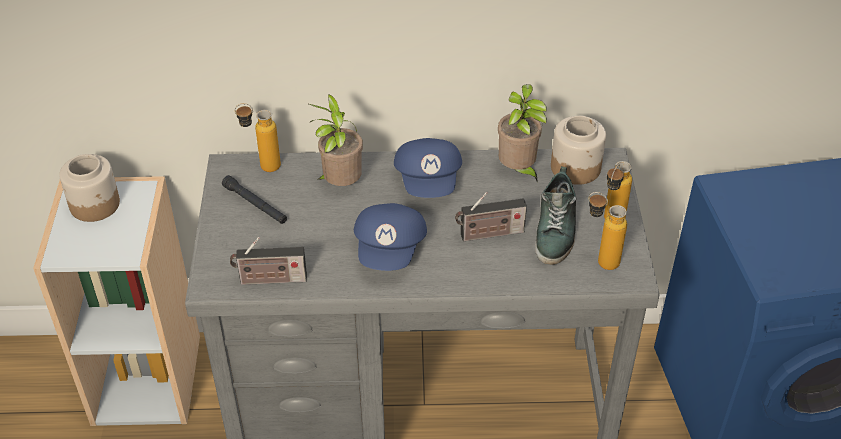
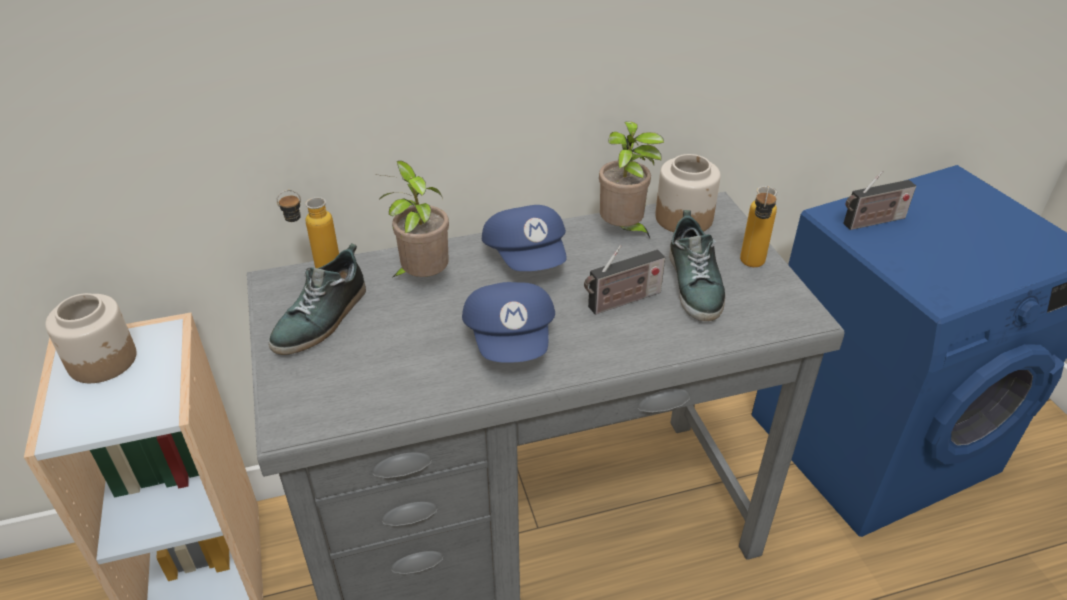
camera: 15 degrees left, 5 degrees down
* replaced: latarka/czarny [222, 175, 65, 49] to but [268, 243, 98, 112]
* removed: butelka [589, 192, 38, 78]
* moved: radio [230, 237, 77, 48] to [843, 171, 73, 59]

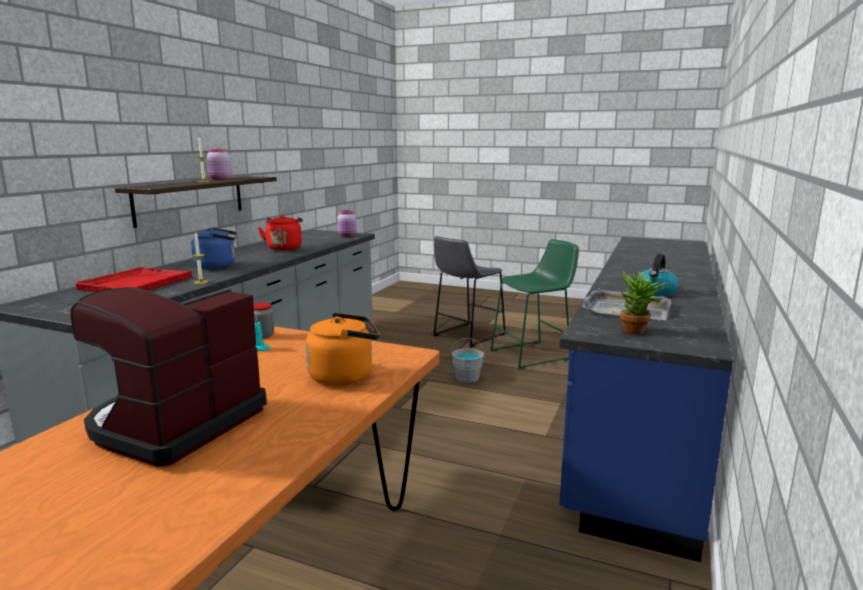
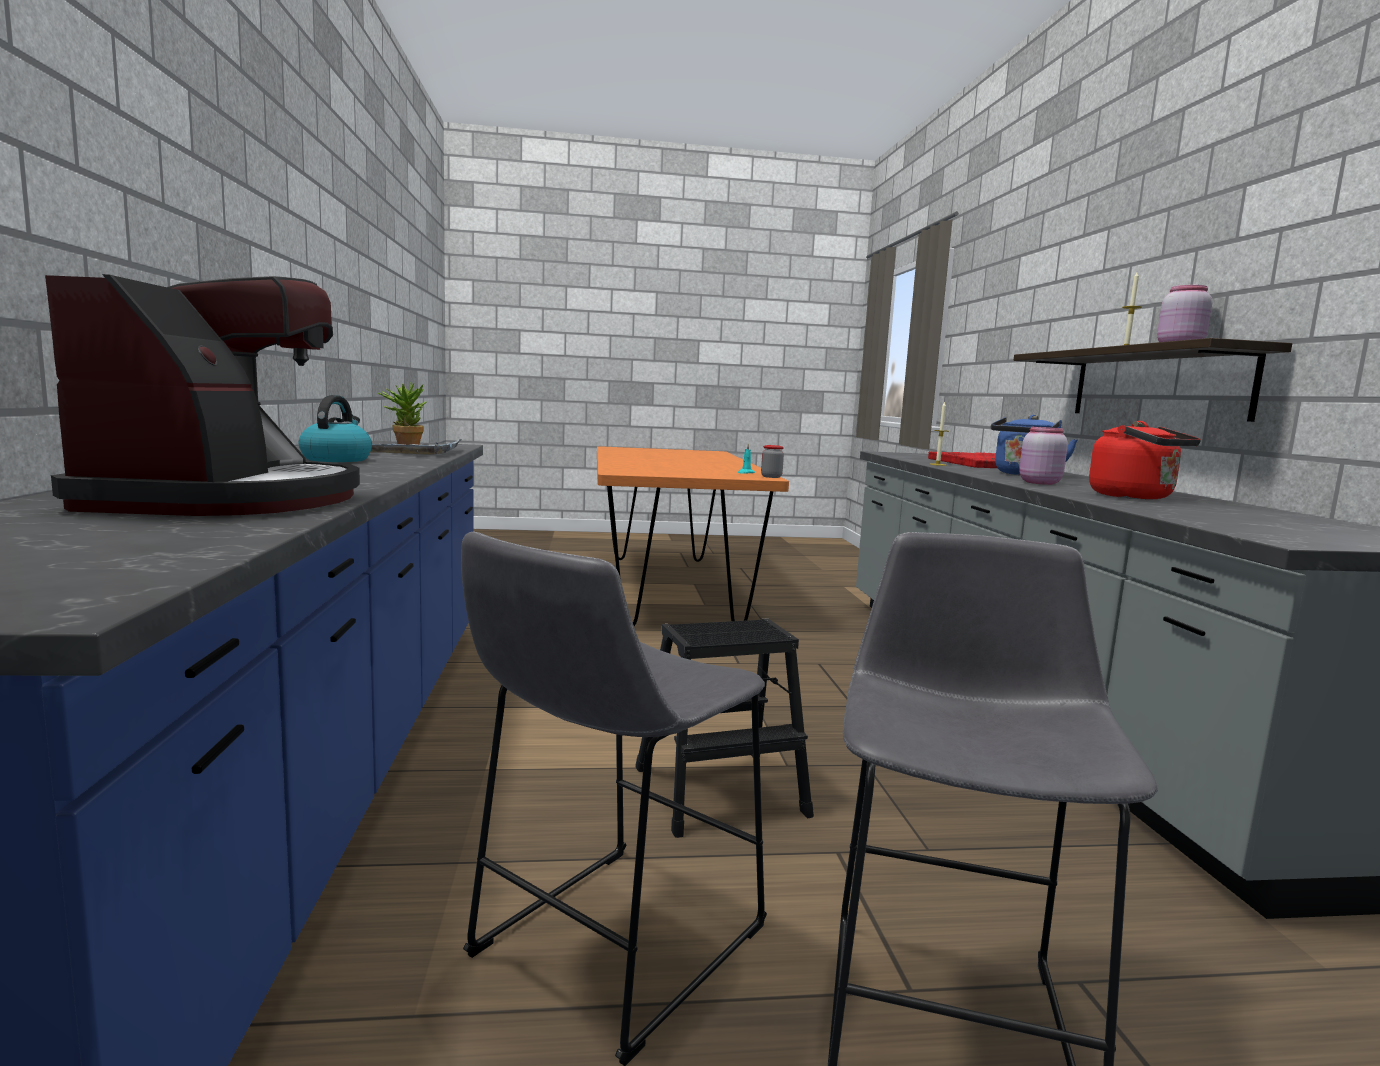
camera: 150 degrees right, 5 degrees down
* moved: słoik/różowy [338, 210, 18, 27] to [1019, 427, 49, 58]
* recoloured: stołek/zielony [490, 239, 89, 130] to stołek/szary [461, 532, 306, 534]
* moved: ekspres do kawy [71, 287, 196, 180] to [45, 274, 315, 242]
* removed: czajnik/pomarańczowy [306, 313, 74, 73]
* replaced: wiadro/szary [451, 338, 34, 45] to drabinka/czarny [635, 618, 179, 220]

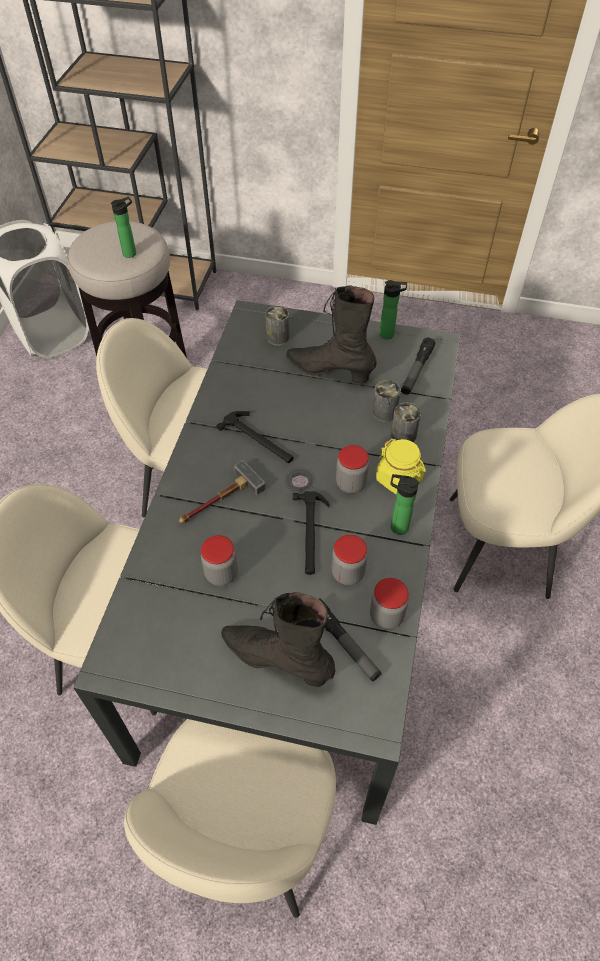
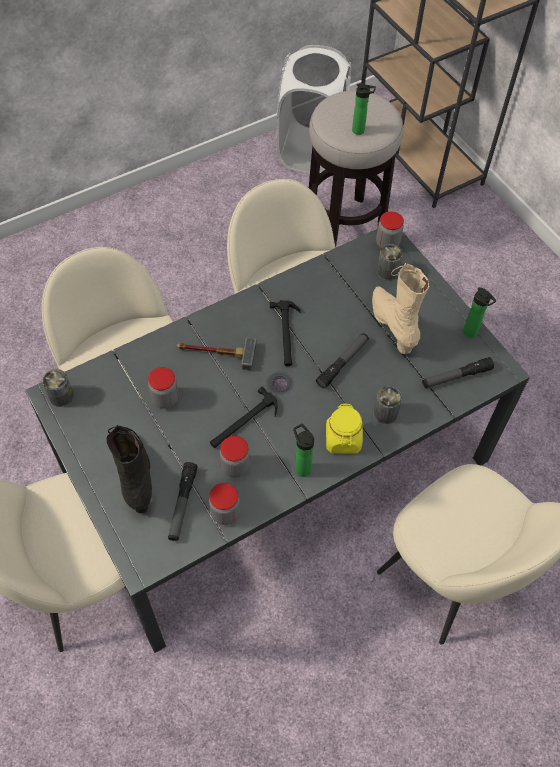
camera: 45 degrees right, 5 degrees up
* recoloured: but z cholewką/czarny [286, 286, 90, 98] to but z cholewką/beżowy [372, 263, 57, 91]
* moved: puszka [372, 380, 29, 42] to [42, 369, 32, 38]
* moved: słoik [336, 445, 33, 48] to [376, 211, 28, 37]
* added: latarka [316, 333, 53, 56]

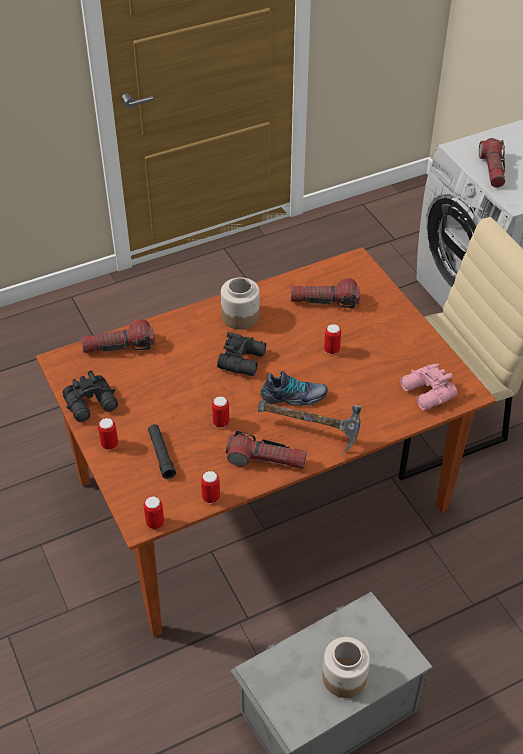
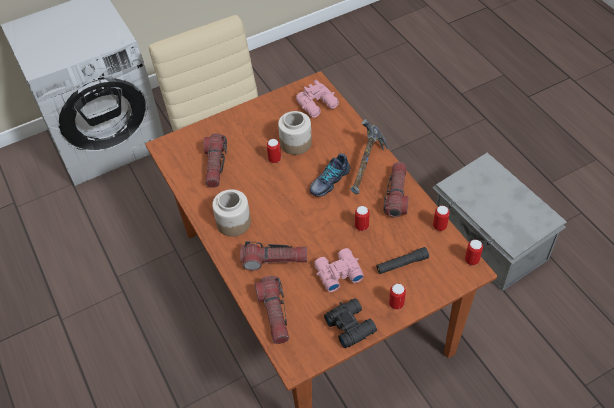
camera: 90 degrees left, 5 degrees up
* moved: latarka [479, 138, 26, 50] to [240, 241, 67, 30]
* removed: lornetka/czarny [217, 332, 49, 44]
* turned: but [260, 371, 68, 35] = [310, 153, 40, 44] 135 degrees counterclockwise
* moved: słoik [322, 637, 48, 61] to [278, 111, 34, 44]
* added: lornetka/różowy [314, 248, 50, 44]

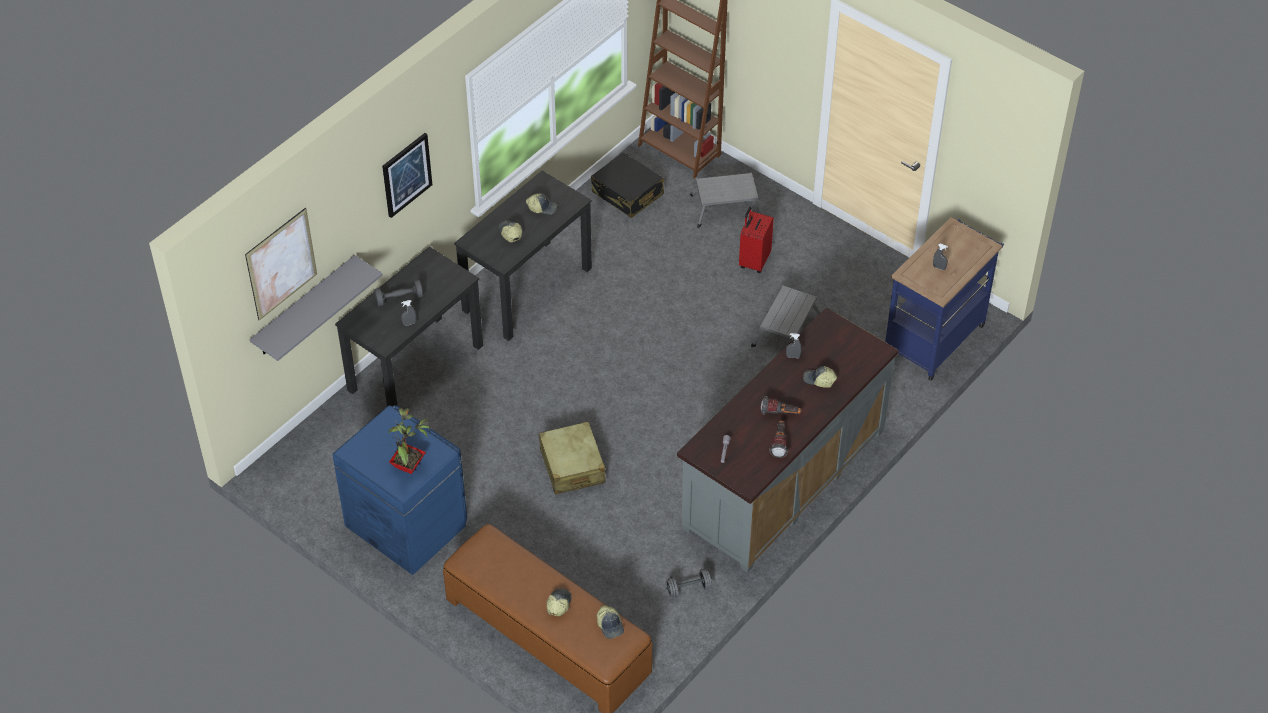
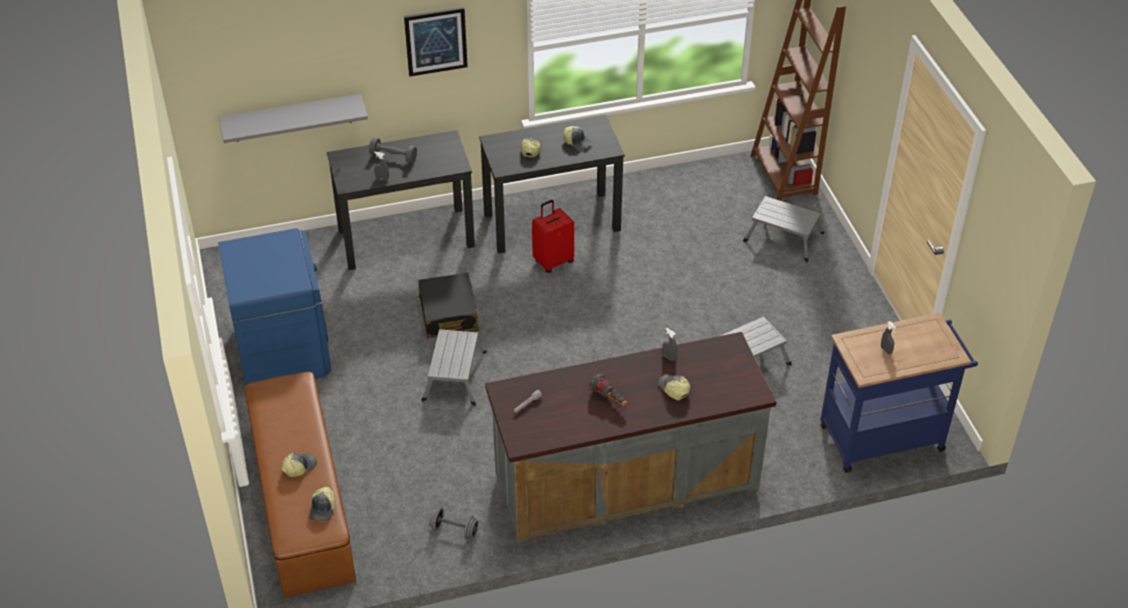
camera: 35 degrees right, 5 degrees down
* moved: walizka/czarny [591, 152, 73, 66] to [418, 273, 61, 66]
* moved: walizka/czerwony [739, 207, 35, 66] to [532, 200, 42, 73]
* removed: obraz [245, 208, 72, 113]
* removed: roślina doniczkowa [388, 408, 44, 66]
* removed: latarka [769, 421, 19, 37]
* replaced: walizka/beżowy [539, 422, 67, 72] to drabinka/szary [422, 329, 65, 77]

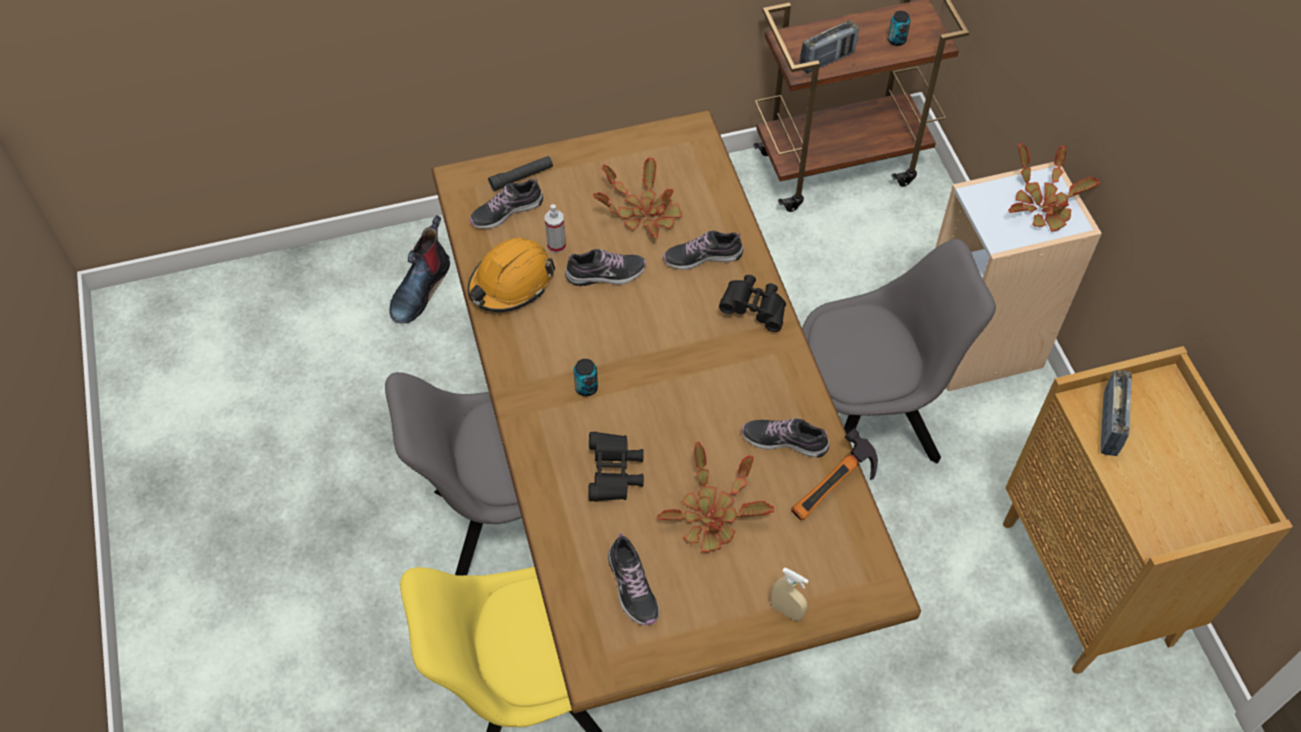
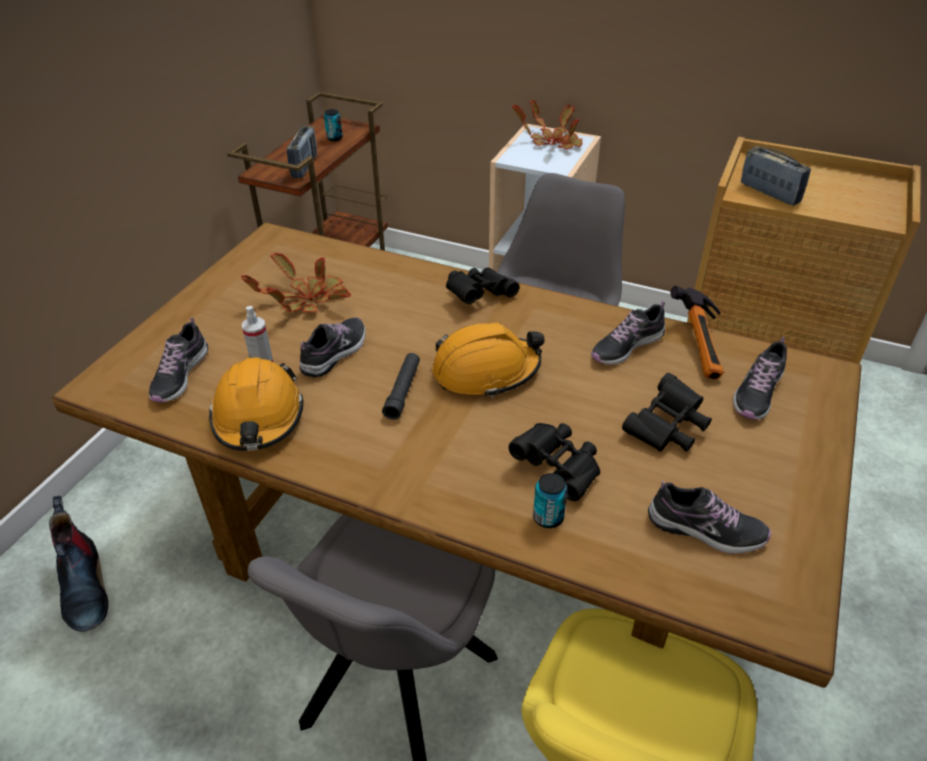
camera: 50 degrees left, 15 degrees down
* moved: latarka/czarny [488, 156, 65, 35] to [382, 353, 38, 67]
* moved: but [663, 231, 80, 39] to [733, 337, 54, 83]
* moved: puszka [574, 359, 24, 37] to [533, 473, 35, 55]
* replaced: roślina doniczkowa [657, 442, 117, 110] to lornetka/czarny [622, 373, 90, 79]
* removed: spryskiwacz/beżowy [771, 567, 38, 54]
* added: kask/pomarańczowy [432, 322, 113, 76]

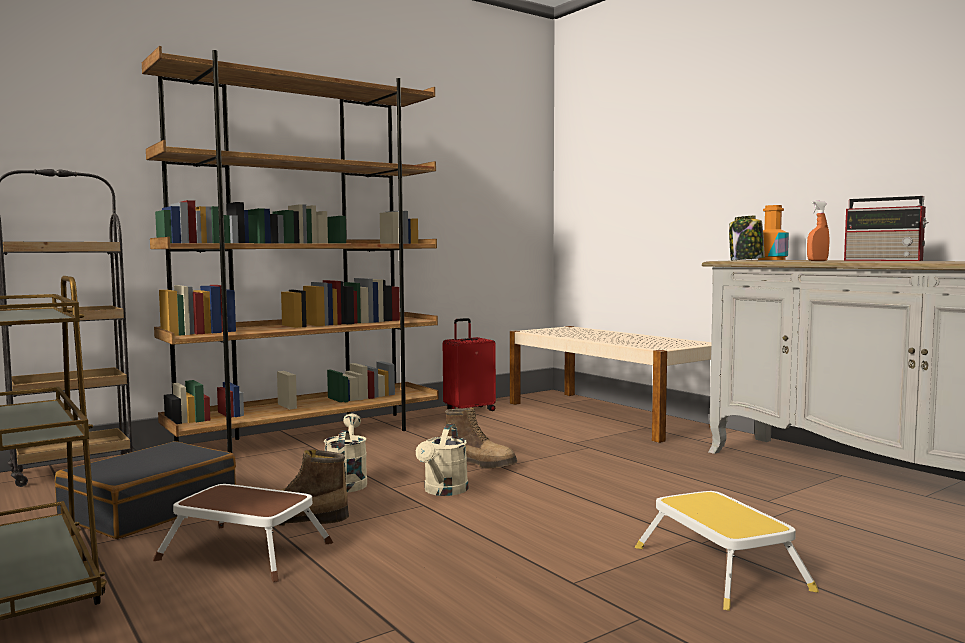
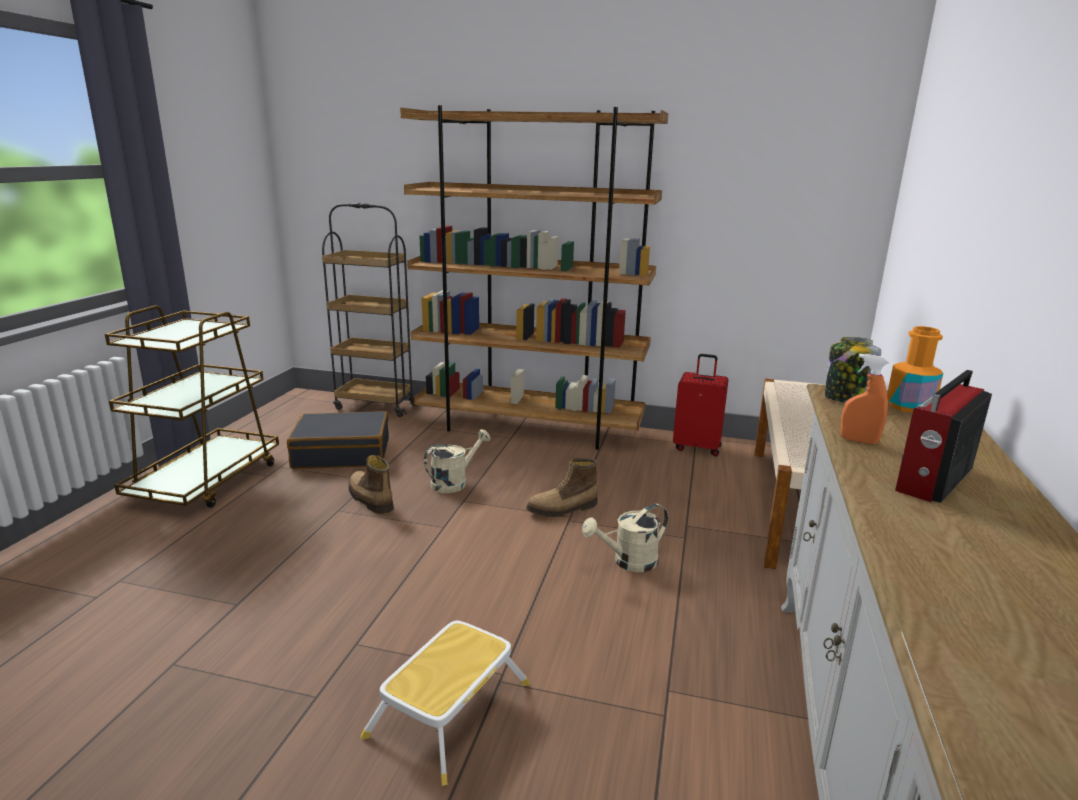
camera: 50 degrees right, 15 degrees up
* turned: radio [844, 196, 85, 65] = [895, 370, 97, 133] 45 degrees clockwise
* turned: but z cholewką [445, 408, 72, 60] = [526, 458, 72, 59] 75 degrees clockwise
* moved: konewka/beżowy [416, 424, 52, 72] to [582, 504, 86, 68]
* removed: drabinka/brązowy [153, 484, 180, 98]

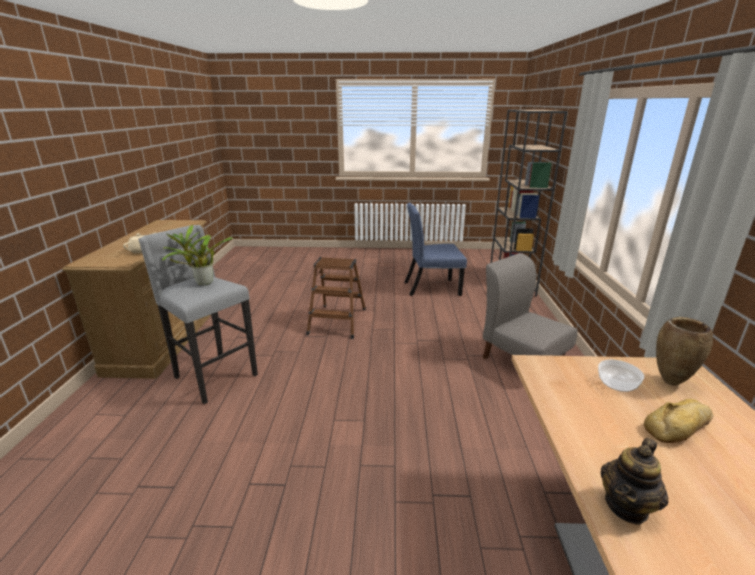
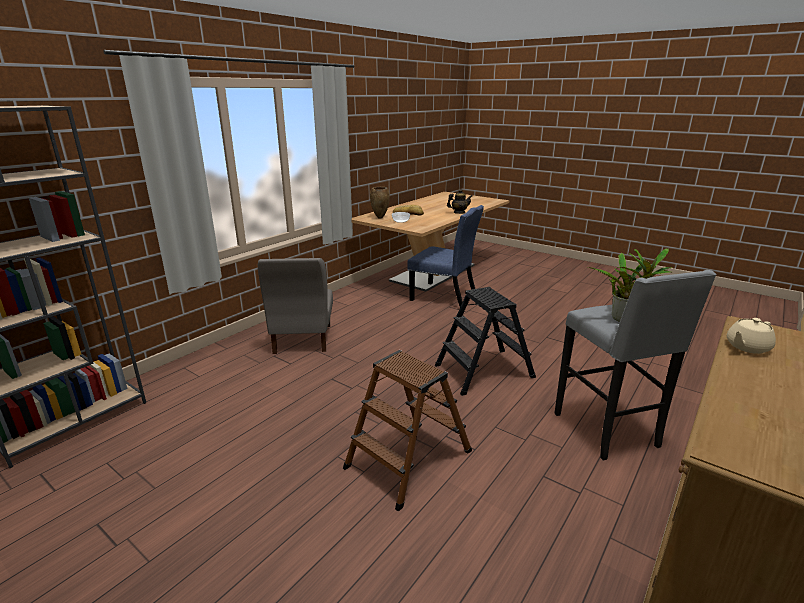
camera: 145 degrees left, 0 degrees up
* moved: krzesło/niebieski [404, 202, 63, 94] to [407, 205, 77, 102]
* added: drabinka/czarny [435, 287, 101, 109]

